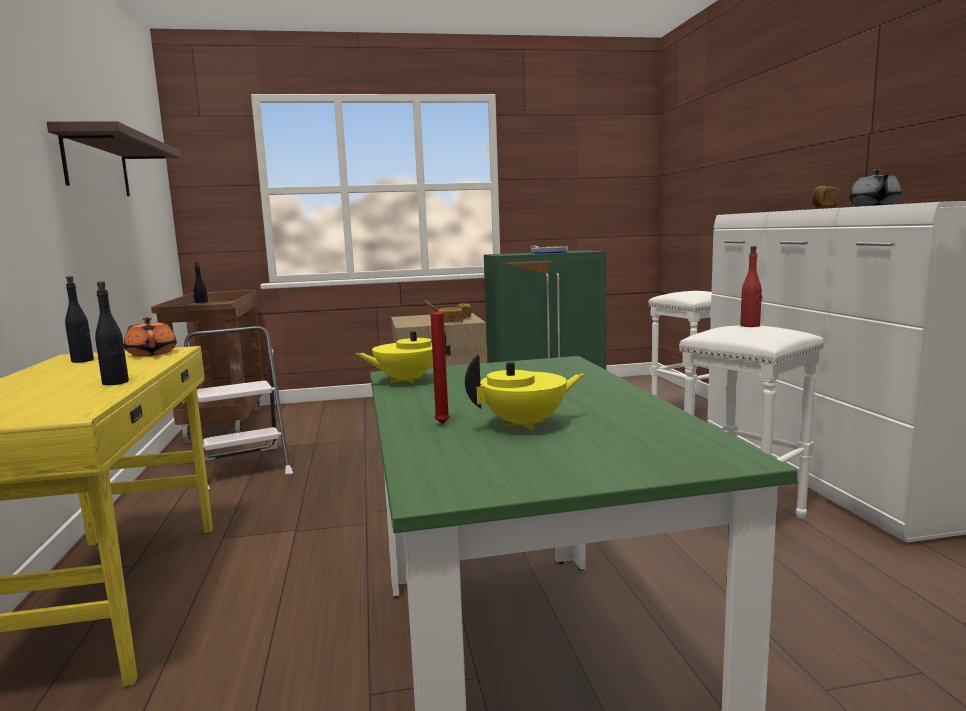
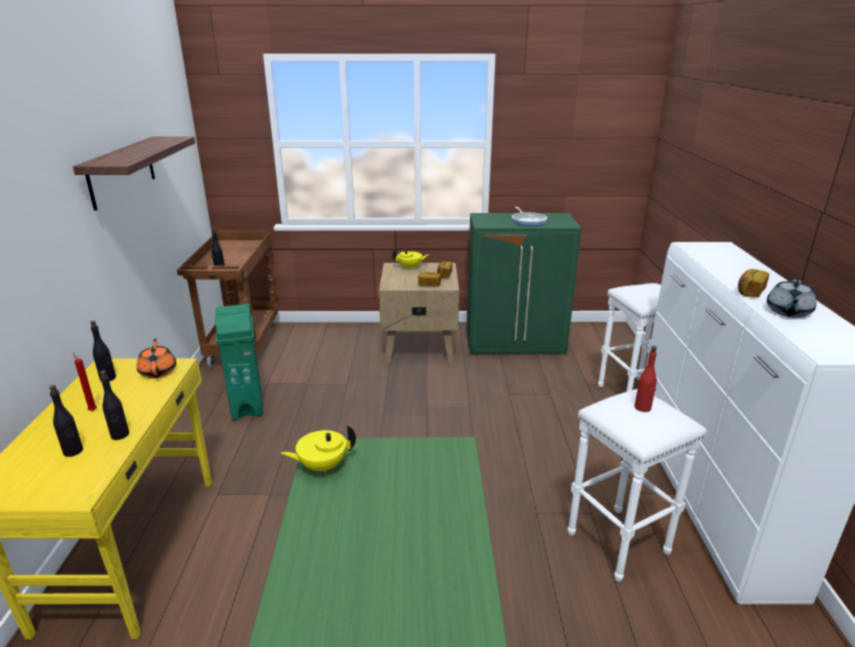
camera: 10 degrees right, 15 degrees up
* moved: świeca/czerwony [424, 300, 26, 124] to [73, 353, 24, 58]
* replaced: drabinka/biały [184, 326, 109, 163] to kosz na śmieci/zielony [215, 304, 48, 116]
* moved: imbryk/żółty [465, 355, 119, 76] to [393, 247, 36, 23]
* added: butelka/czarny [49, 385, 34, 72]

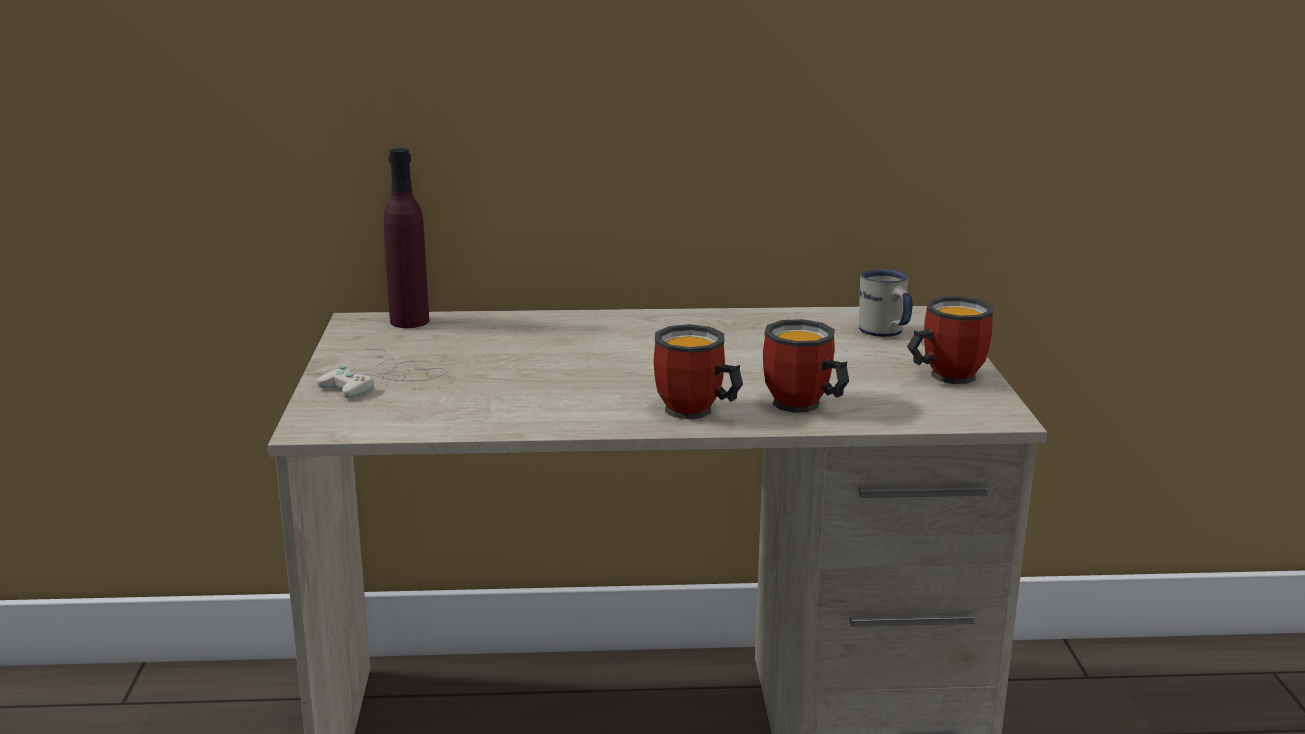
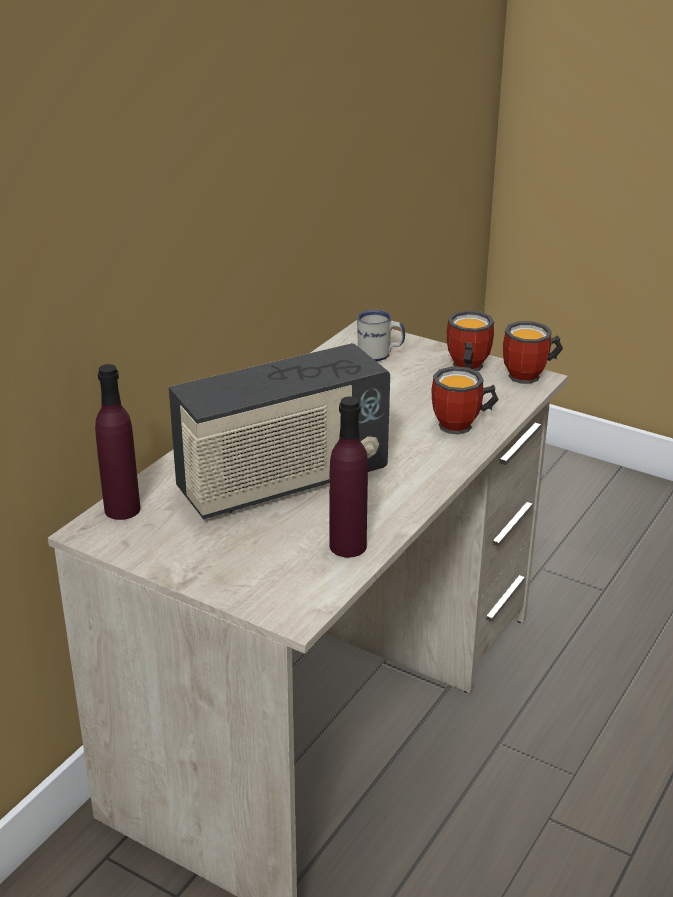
camera: 55 degrees left, 10 degrees up
* moved: kubek [653, 324, 90, 95] to [503, 321, 60, 63]
* removed: pad do gier/biały [317, 349, 130, 49]
* added: radio [169, 343, 221, 177]
* added: butelka/fioletowy [329, 396, 39, 161]

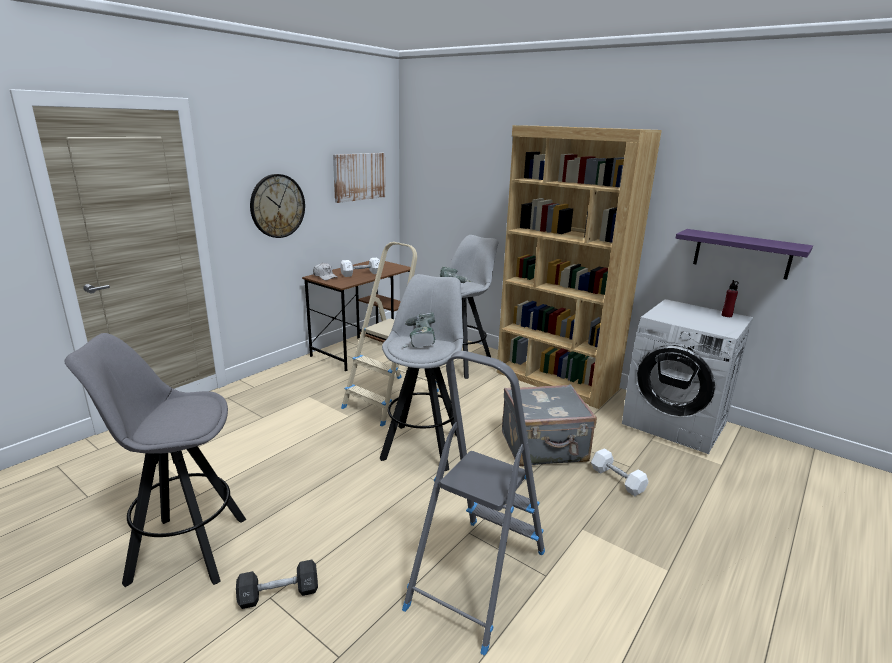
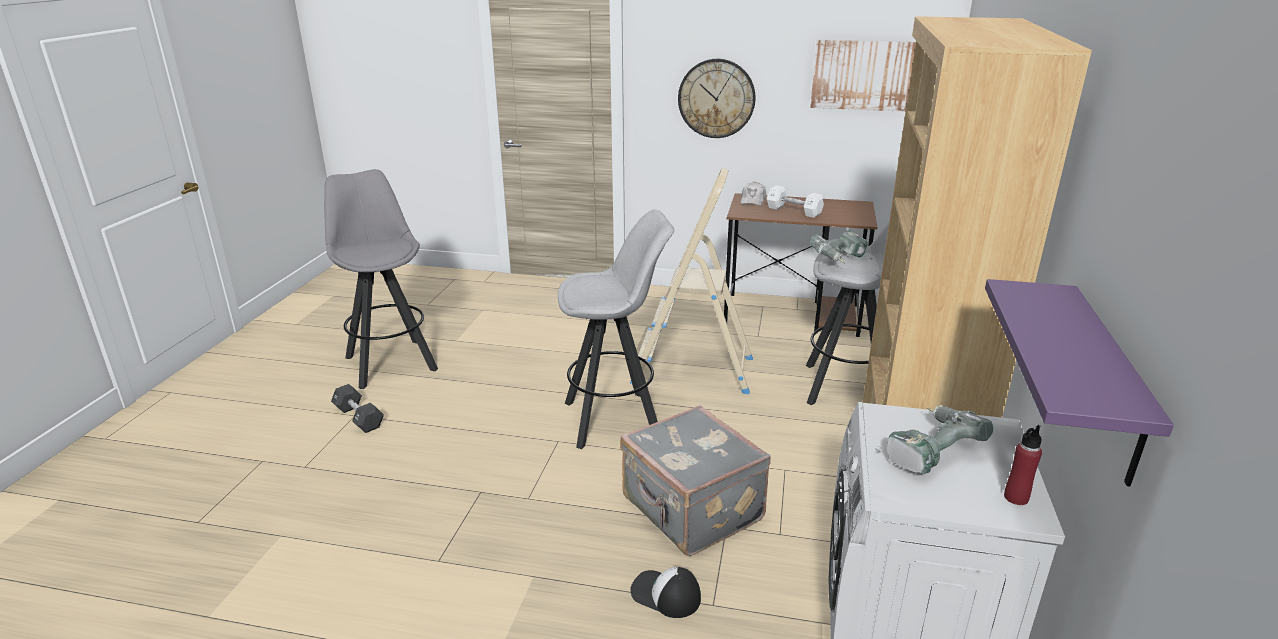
camera: 65 degrees right, 5 degrees up
* moved: wiertarka [403, 312, 32, 36] to [876, 405, 117, 69]
* removed: drabinka/szary [402, 351, 143, 304]
* replaced: hantel/biały [591, 448, 57, 48] to czapka z daszkiem [630, 567, 71, 51]

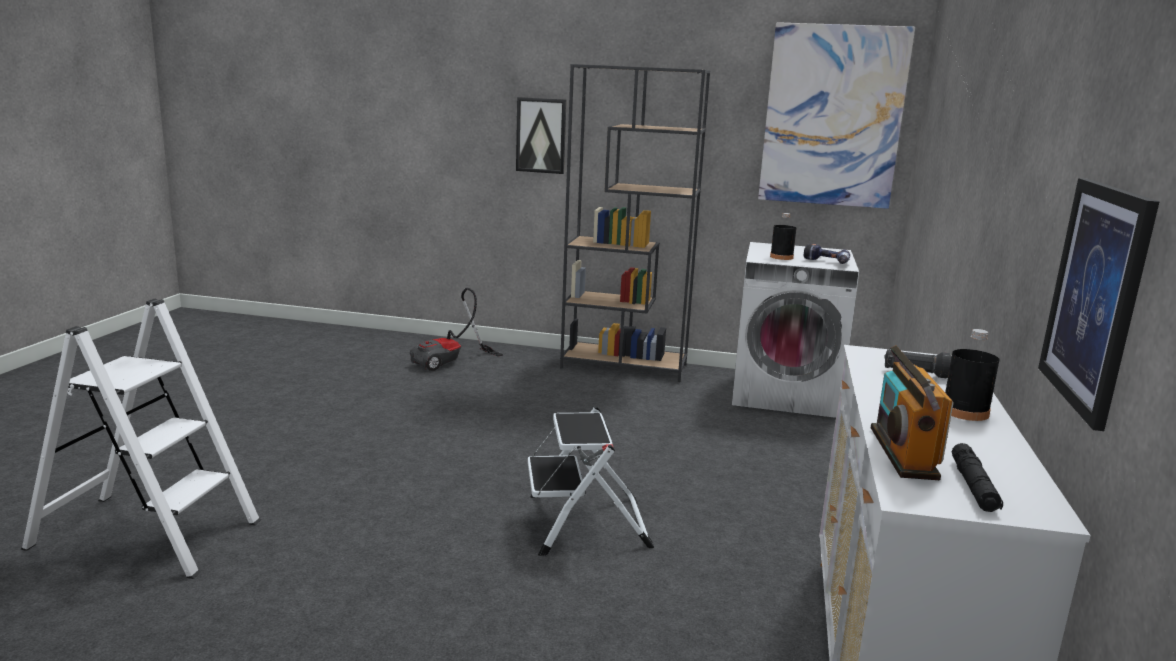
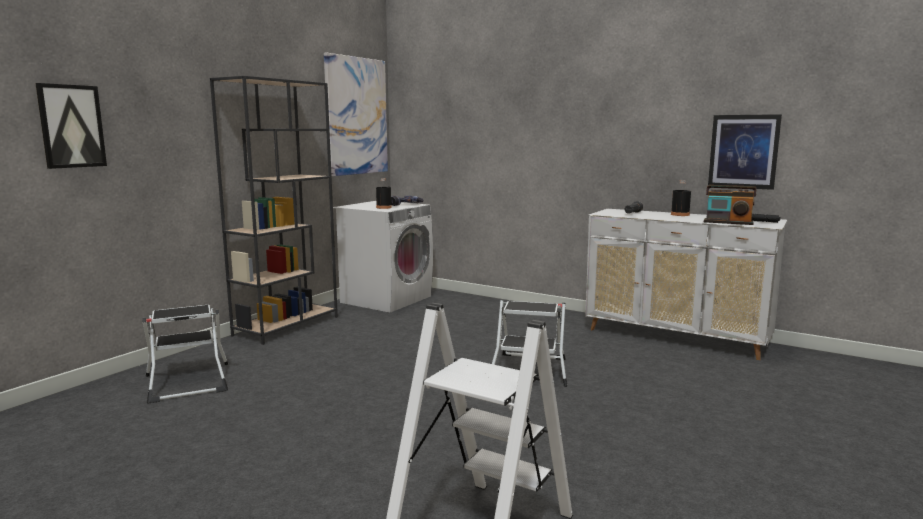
camera: 70 degrees left, 5 degrees down
* moved: obraz [516, 97, 51, 77] to [35, 83, 72, 86]
* replaced: odkurzacz [410, 287, 93, 84] to drabinka [142, 305, 86, 99]

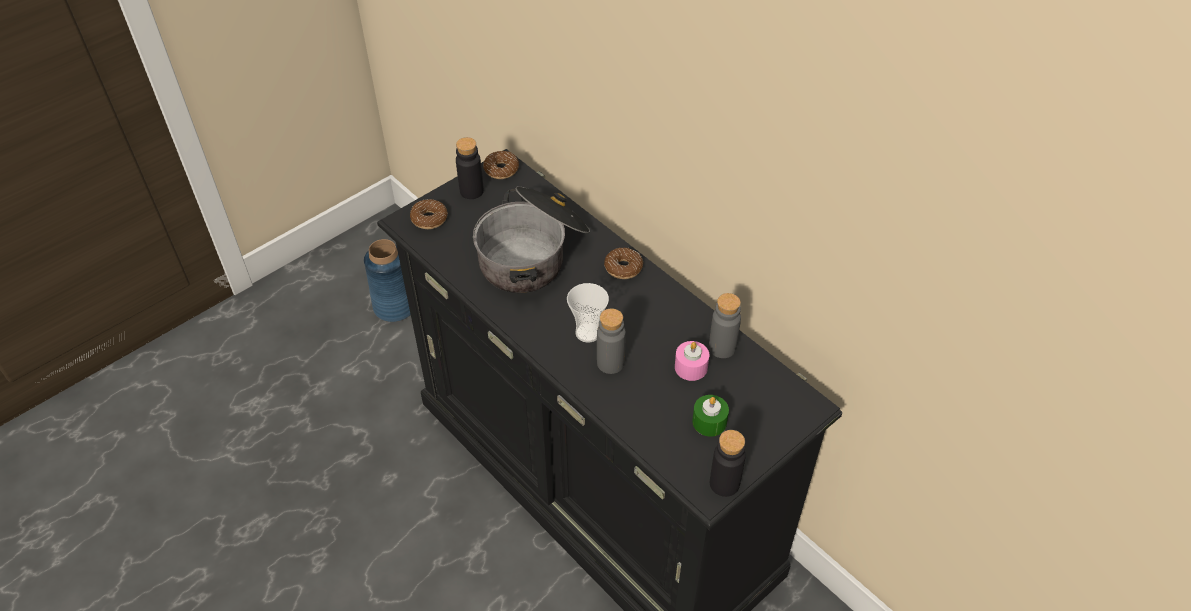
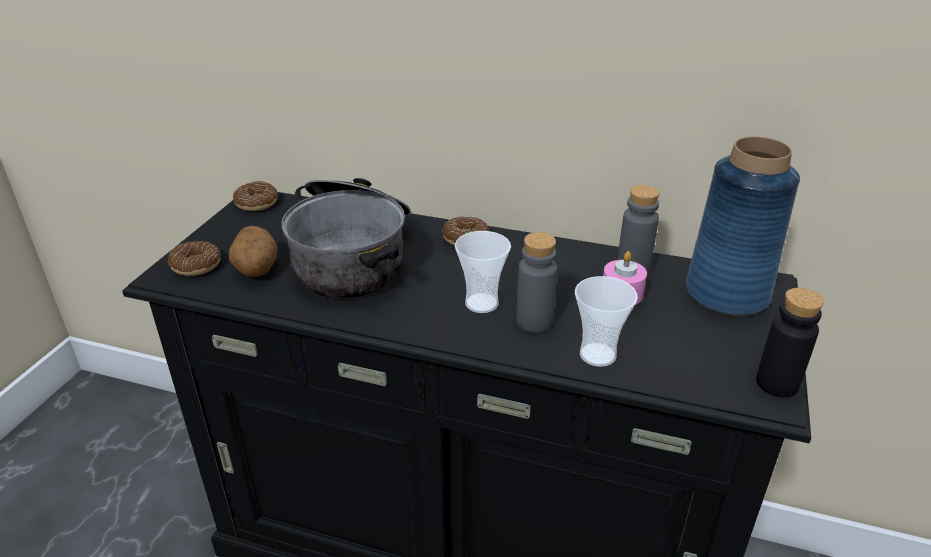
camera: 30 degrees left, 15 degrees down
* removed: butelka/czarny [456, 137, 28, 62]
* moved: wazon/niebieski [364, 239, 47, 83] to [686, 137, 114, 179]
* removed: świeca/zielony [692, 395, 37, 42]
* added: ziemniak [229, 226, 49, 51]
* added: filiżanka [575, 276, 63, 91]

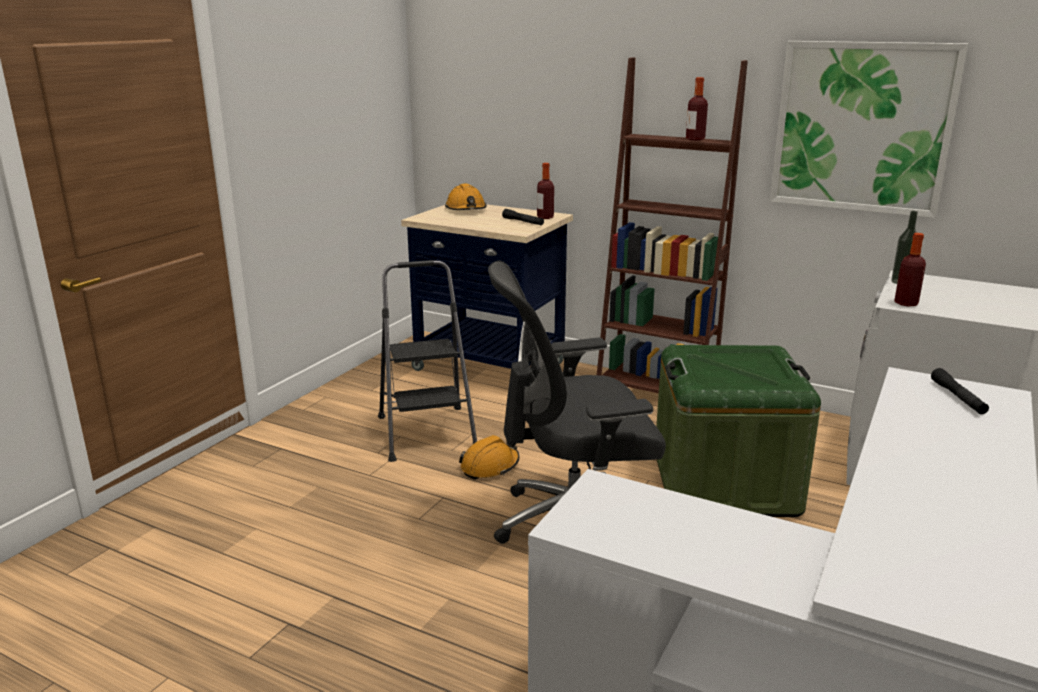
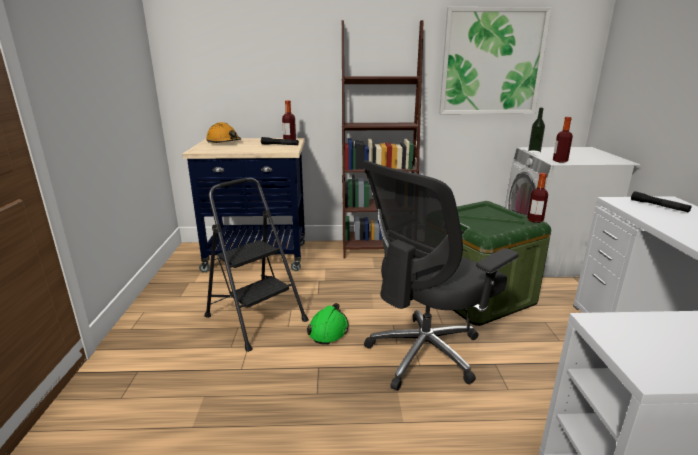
camera: 30 degrees left, 0 degrees up
* moved: butelka [686, 77, 22, 63] to [527, 173, 21, 50]
* recoloured: kask/pomarańczowy [459, 435, 61, 45] to kask/zielony [307, 303, 42, 42]

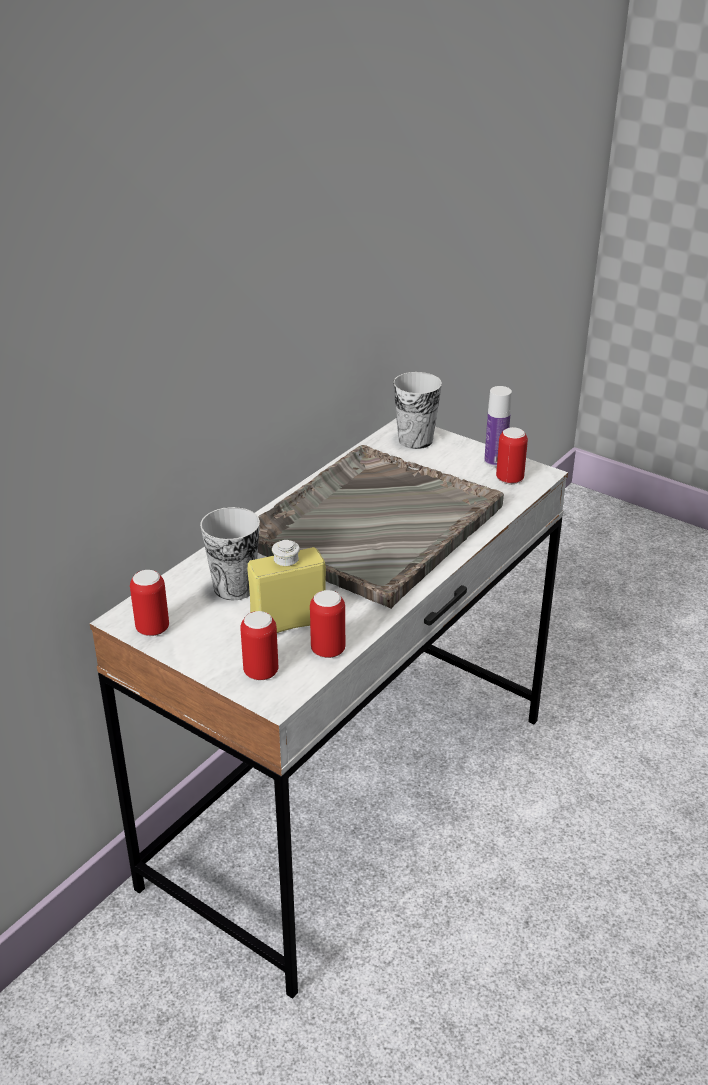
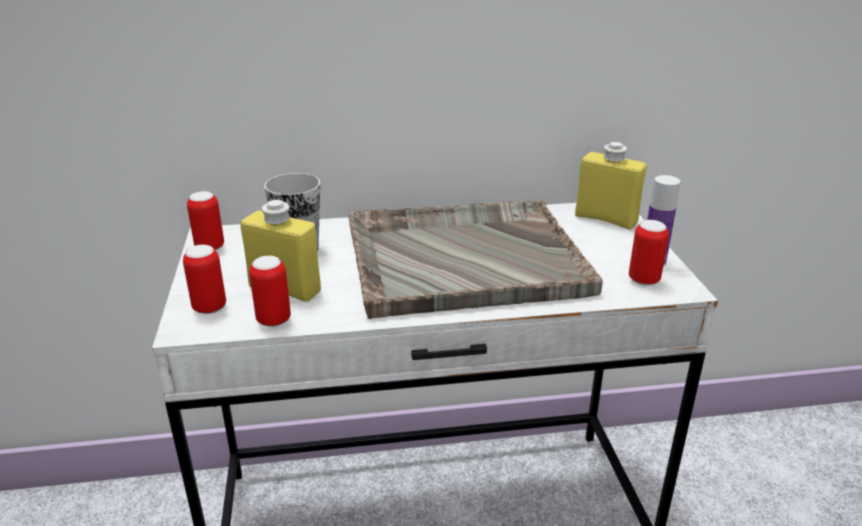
camera: 45 degrees right, 5 degrees down
* replaced: filiżanka [393, 372, 49, 77] to butelka/żółty [575, 142, 72, 88]

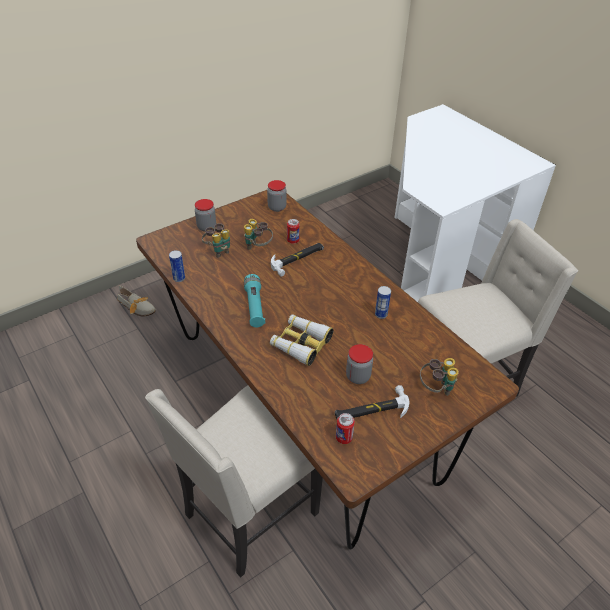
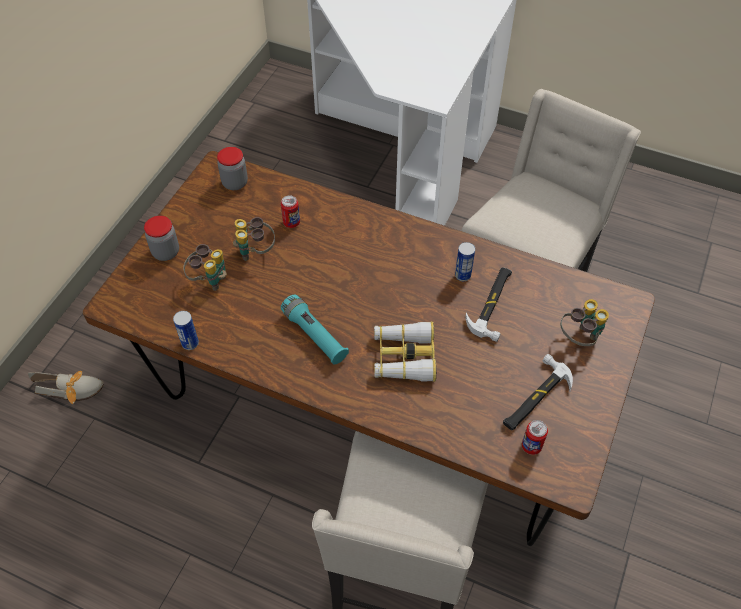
camera: 30 degrees left, 10 degrees up
* moved: młotek [271, 243, 53, 33] to [465, 267, 47, 75]
* removed: słoik [346, 344, 27, 40]

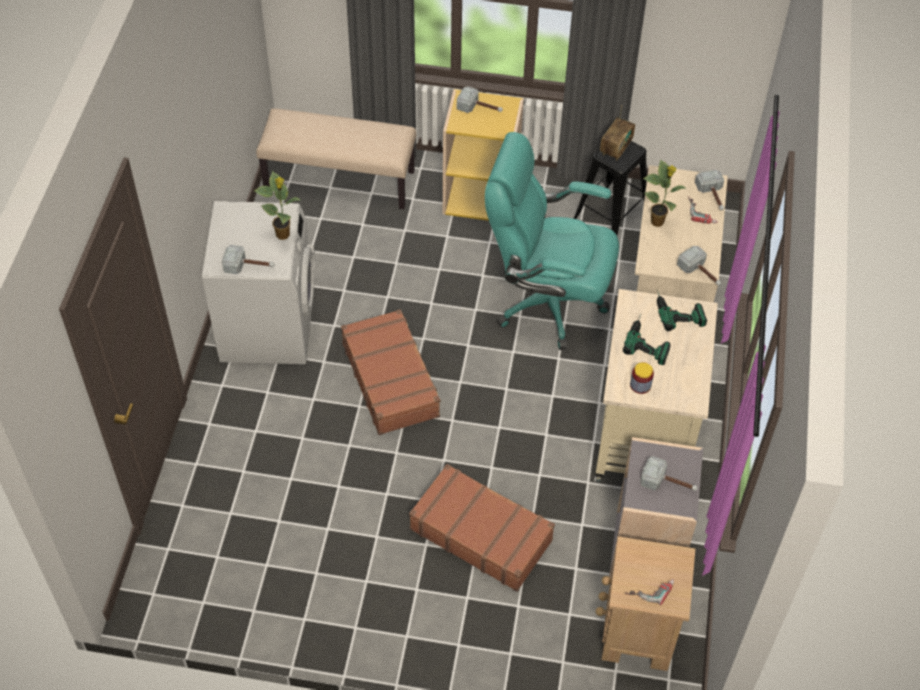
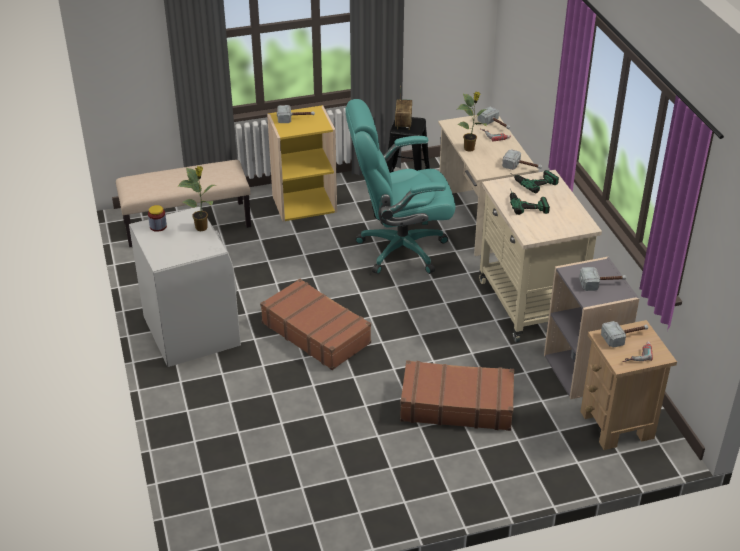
camera: 25 degrees left, 15 degrees down
* moved: młotek [222, 245, 52, 29] to [601, 321, 48, 27]
* moved: słoik [630, 362, 24, 32] to [148, 205, 19, 27]

